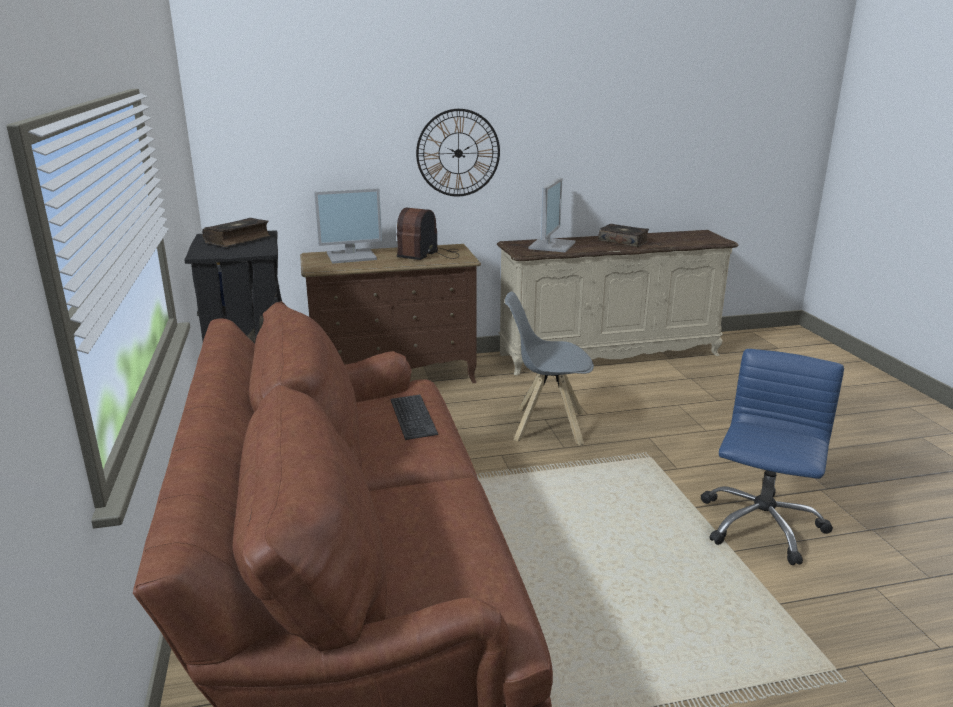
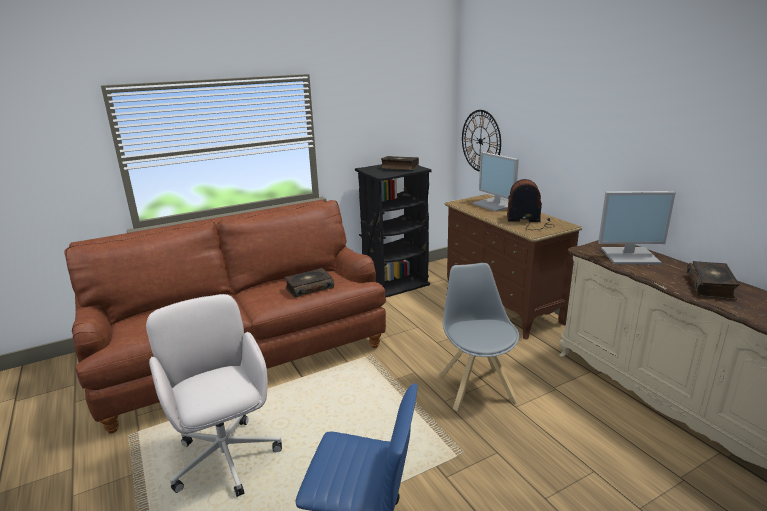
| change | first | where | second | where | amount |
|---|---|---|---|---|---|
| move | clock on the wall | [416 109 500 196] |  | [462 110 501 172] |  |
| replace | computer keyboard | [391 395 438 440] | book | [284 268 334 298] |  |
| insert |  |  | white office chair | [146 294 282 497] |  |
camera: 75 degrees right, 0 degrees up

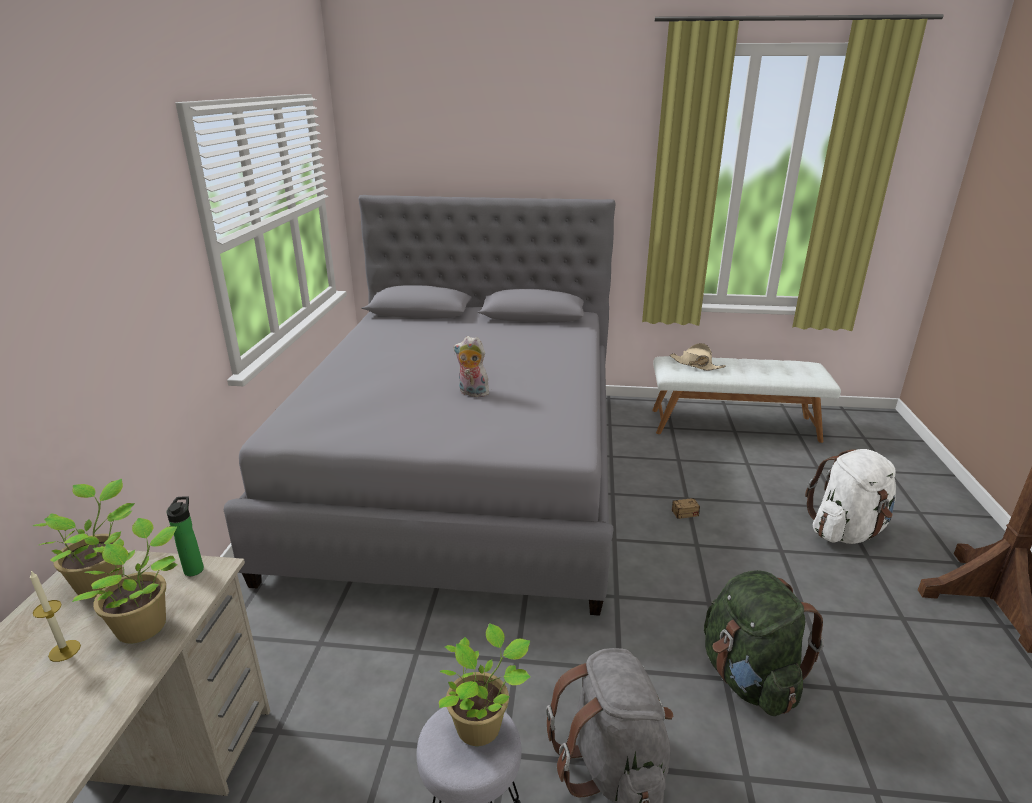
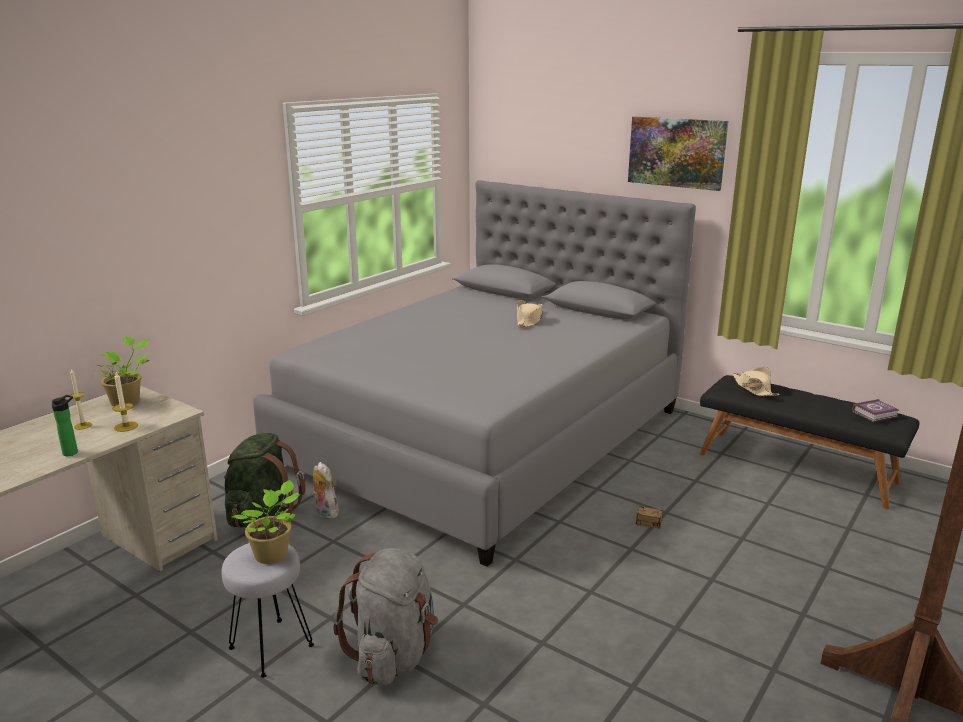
| change | first | where | second | where | amount |
|---|---|---|---|---|---|
| move | cuddly toy | [454 336 489 397] |  | [312 462 339 519] |  |
| recolor | white indoor bench | [652 356 841 443] | black indoor bench | [699 375 920 509] |  |
| delete | white rucksack | [805 449 896 544] |  |  |  |
| move | drink bottle | [166 496 204 576] |  | [52 395 78 456] |  |
| replace | plant in a pot | [72 518 178 643] | candle | [112 372 138 432] |  |
| move | greenish rucksack | [704 570 824 716] |  | [224 433 306 528] |  |
| insert |  |  | picture | [628 117 728 191] |  |
| insert |  |  | beige-coloured wearable hat | [517 300 543 327] |  |
| insert |  |  | book | [853 399 899 422] |  |
camera: 30 degrees right, 5 degrees down

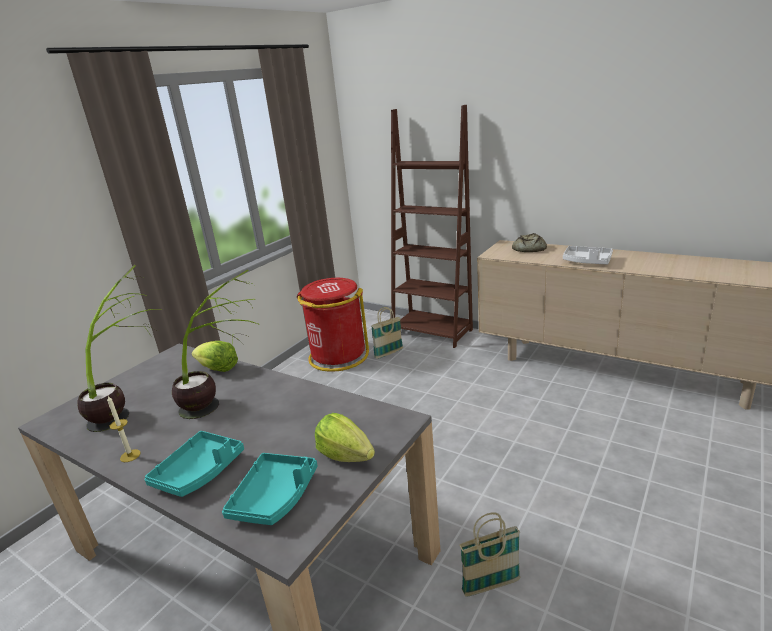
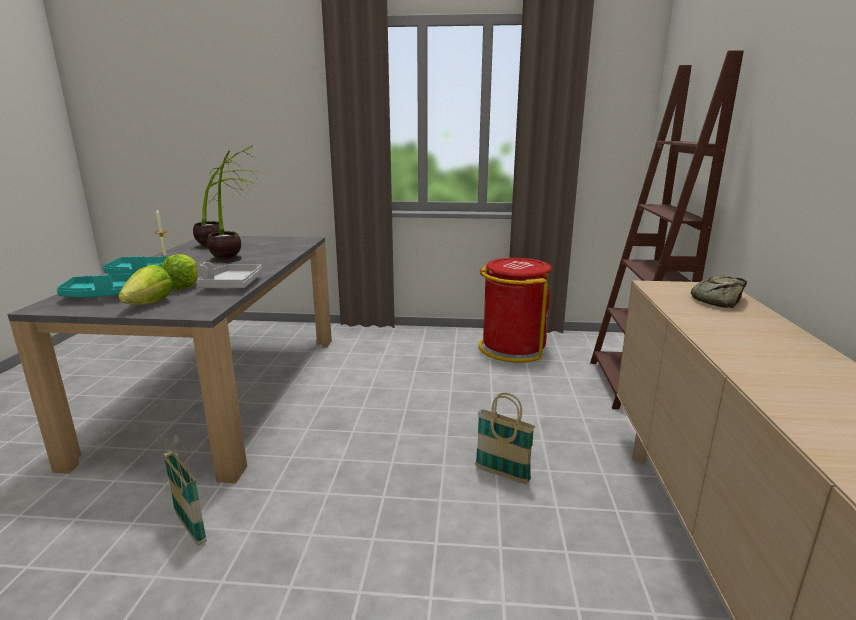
| change | first | where | second | where | amount |
|---|---|---|---|---|---|
| move | grey carrying tray | [563 246 613 265] |  | [197 262 263 289] |  |
| move | basket | [371 307 403 359] |  | [475 393 535 484] |  |
| move | lettuce | [192 341 238 372] |  | [161 254 198 290] |  |
camera: 60 degrees right, 5 degrees down

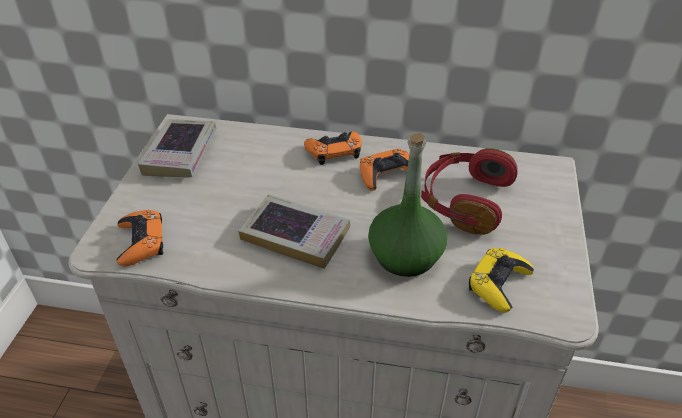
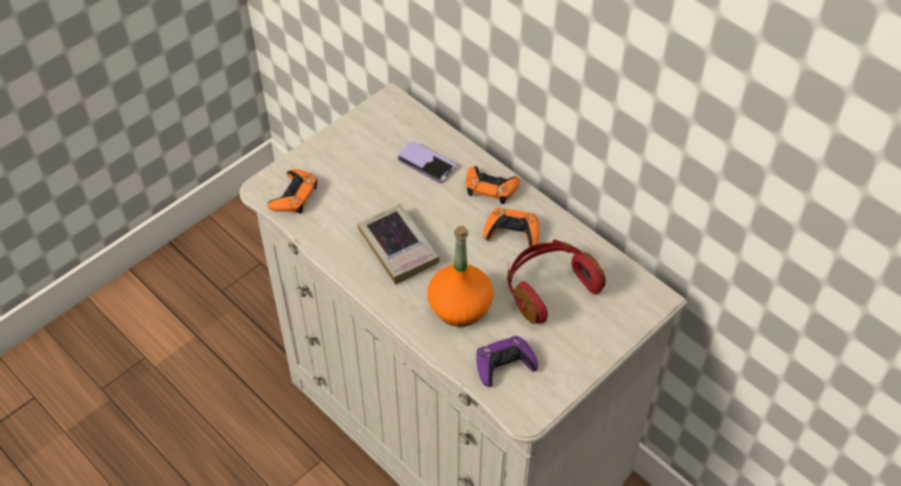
| change | first | where | second | where | amount |
|---|---|---|---|---|---|
| delete | book | [138 119 216 177] |  |  |  |
| recolor | greenish drink bottle | [368 133 447 277] | orange-coloured drink bottle | [427 226 493 327] |  |
| recolor | yellowish game controller | [469 248 534 312] | purplish game controller | [476 336 538 387] |  |
| insert |  |  | telephone | [397 141 456 183] |  |
camera: 35 degrees right, 10 degrees up

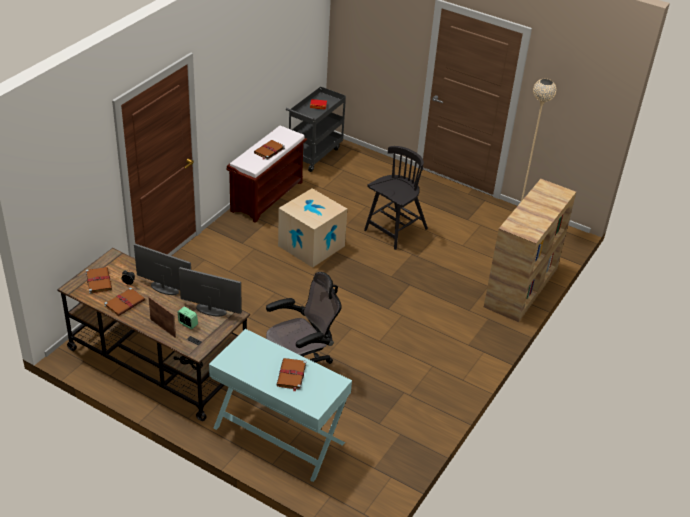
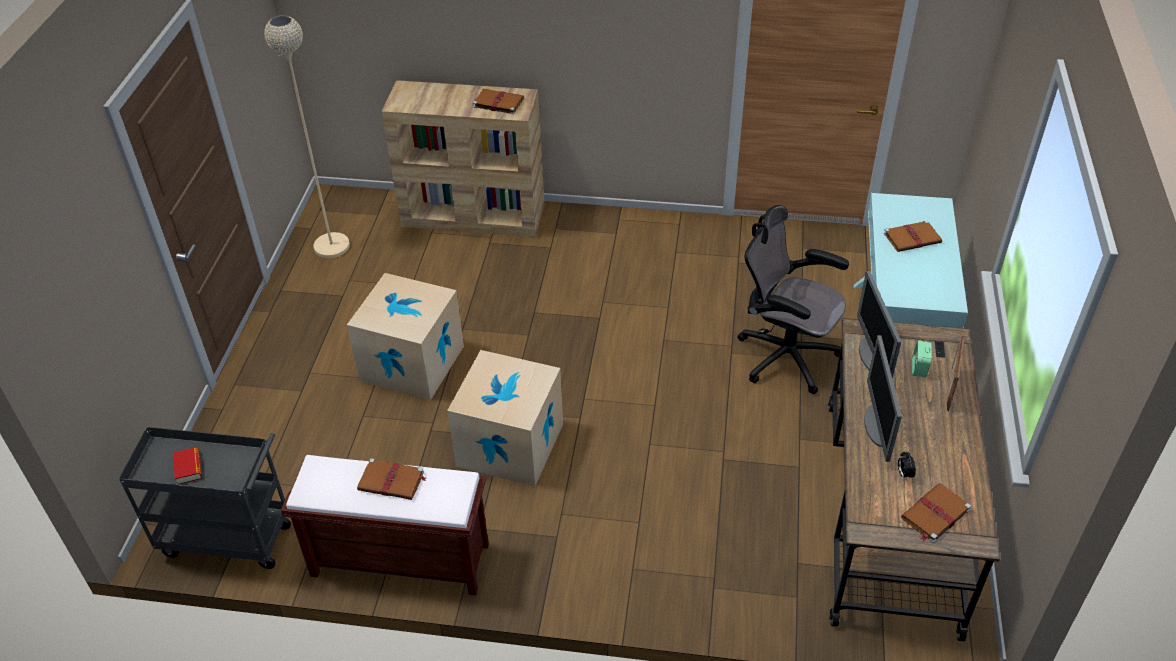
| change | first | where | second | where | amount |
|---|---|---|---|---|---|
| replace | black chair | [364 146 428 250] | cardboard box | [347 273 464 400] |  |
| move | brown-coloured book | [104 288 145 316] |  | [473 89 524 115] |  |
camera: 110 degrees left, 5 degrees up

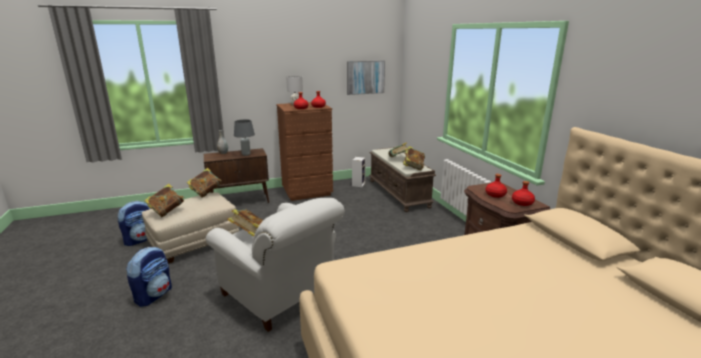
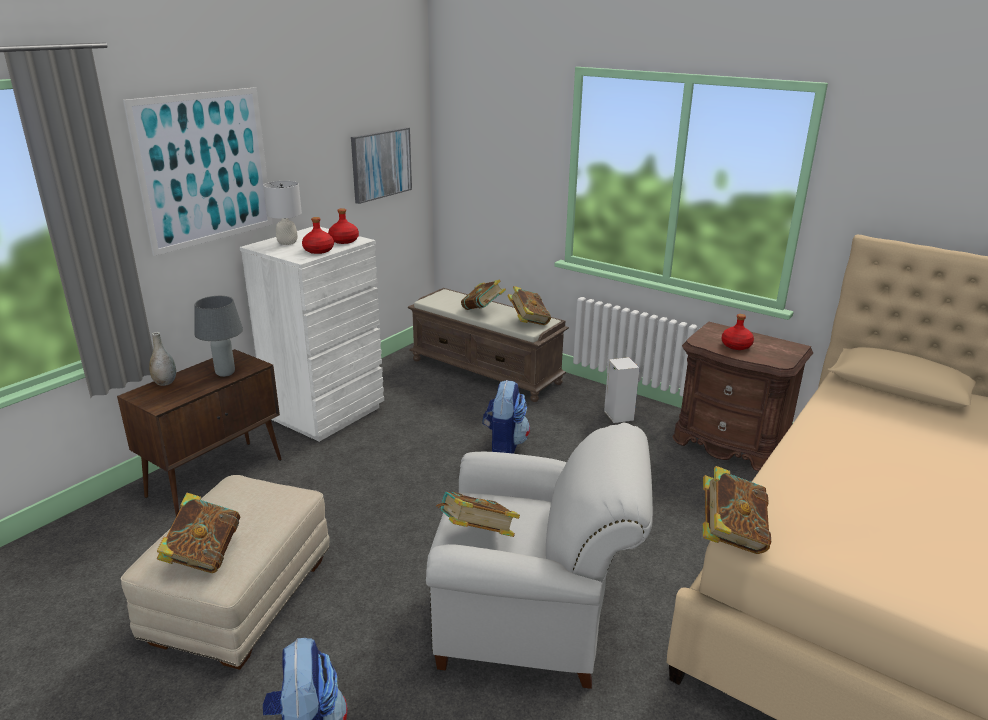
| change | first | where | second | where | amount |
|---|---|---|---|---|---|
| recolor | brown-coloured drawer chest | [277 102 333 201] | white drawer chest | [240 227 384 442] |  |
| move | loudspeaker | [352 157 366 187] |  | [604 357 640 423] |  |
| move | book | [187 168 222 198] |  | [703 466 771 554] |  |
| delete | red-coloured drink bottle | [512 181 535 206] |  |  |  |
| move | rucksack | [118 201 151 246] |  | [482 380 530 454] |  |
| insert |  |  | picture | [123 87 273 256] |  |
camera: 35 degrees left, 5 degrees up

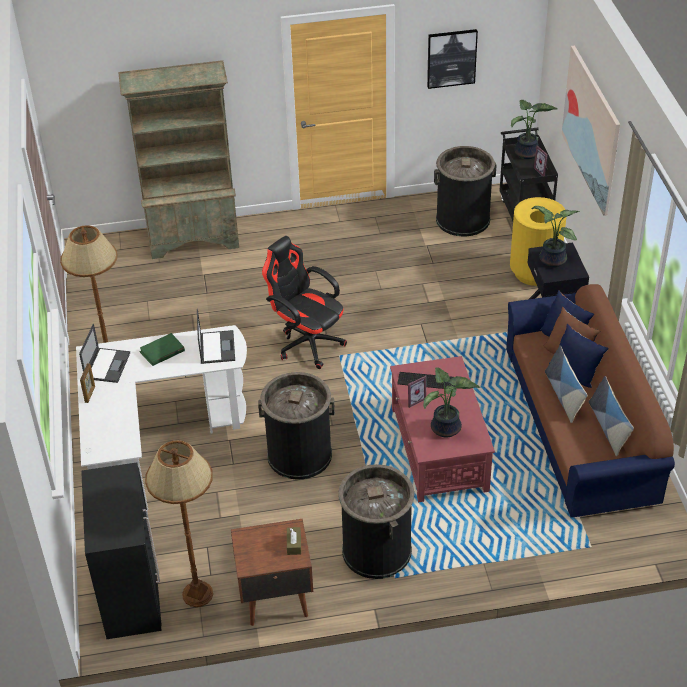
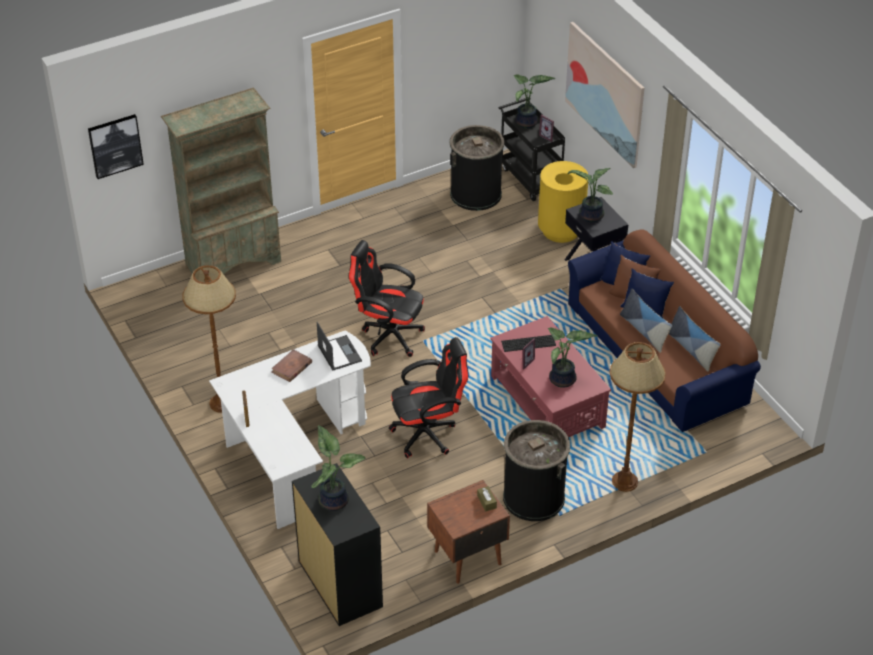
| change | first | where | second | where | amount |
|---|---|---|---|---|---|
| move | picture | [427 29 478 89] |  | [88 114 144 179] |  |
| delete | notebook computer | [79 324 130 383] |  |  |  |
| recolor | greenish book | [139 333 185 366] | brown-coloured book | [271 349 312 382] |  |
| replace | black trash can | [258 372 335 480] | black office chair | [389 337 468 458] |  |
| move | brown-coloured standard lamp | [145 440 213 607] |  | [609 342 666 492] |  |
| insert |  |  | plant in a pot | [311 425 365 511] |  |
camera: 20 degrees left, 0 degrees up

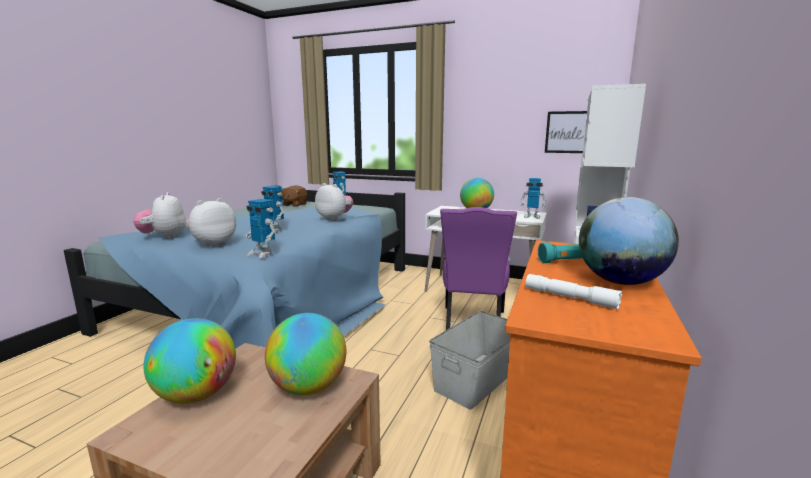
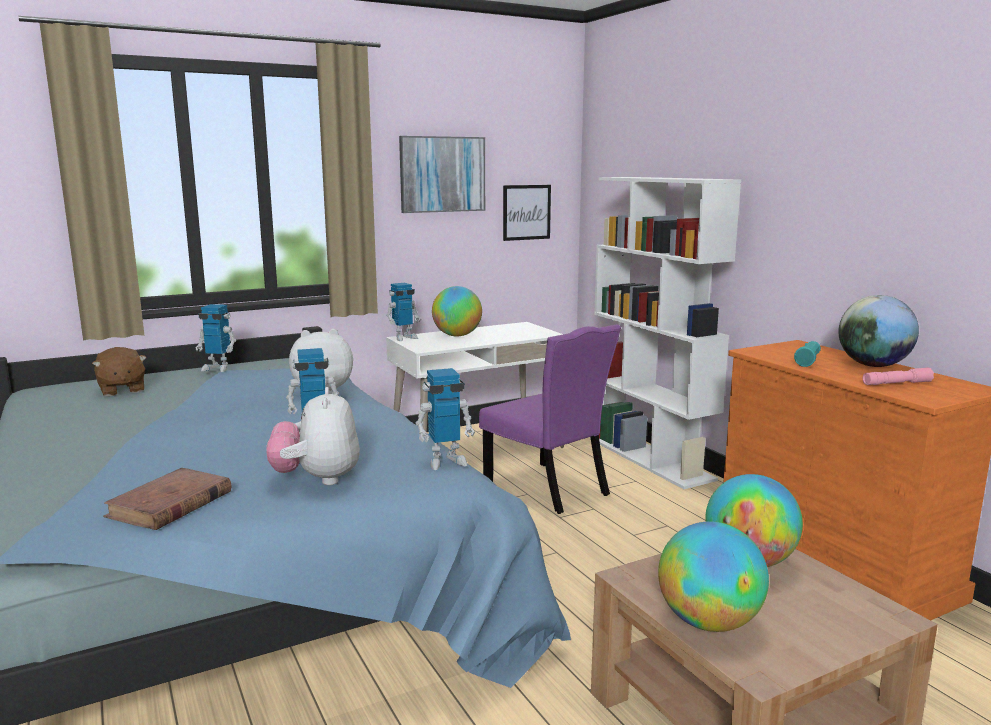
| change | first | where | second | where | amount |
|---|---|---|---|---|---|
| move | model robot | [521 178 546 219] |  | [386 283 421 341] |  |
| replace | cuddly toy | [133 192 186 239] | brown-coloured book | [103 468 231 530] |  |
| recolor | white hand torch | [526 274 622 310] | pinkish hand torch | [863 367 934 385] |  |
| delete | grey storage bin | [429 311 510 410] |  |  |  |
| insert |  |  | picture | [399 136 485 213] |  |
camera: 50 degrees left, 0 degrees up

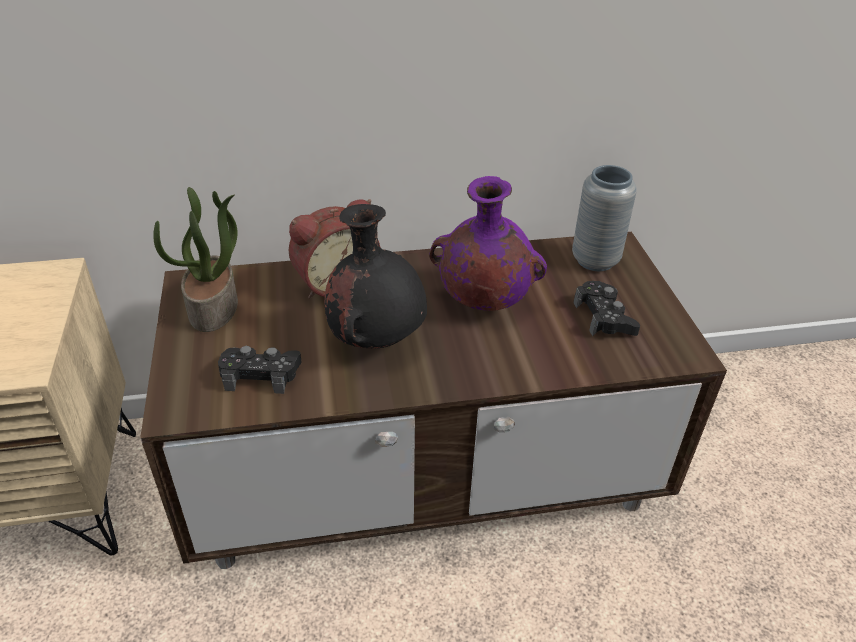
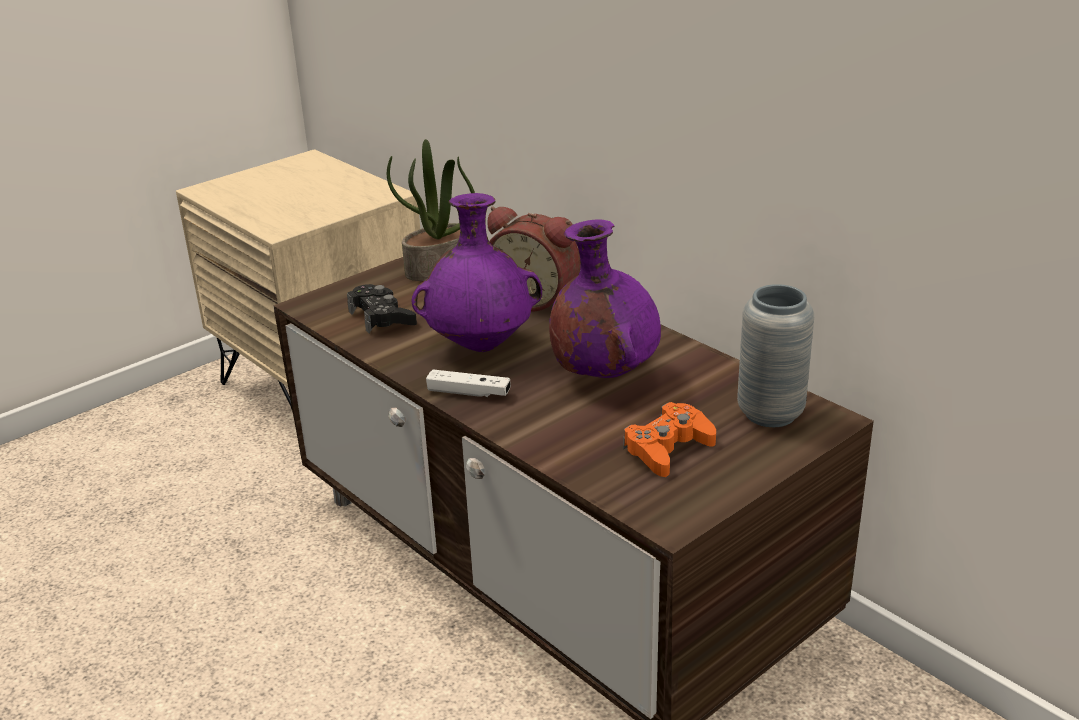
| change | first | where | second | where | amount |
|---|---|---|---|---|---|
| recolor | black flower vase | [324 204 427 349] | purplish flower vase | [412 193 542 352] |  |
| recolor | black game controller | [573 281 640 336] | orange-coloured game controller | [623 402 716 477] |  |
| insert |  |  | white game controller | [426 369 511 397] |  |
camera: 60 degrees right, 10 degrees down

